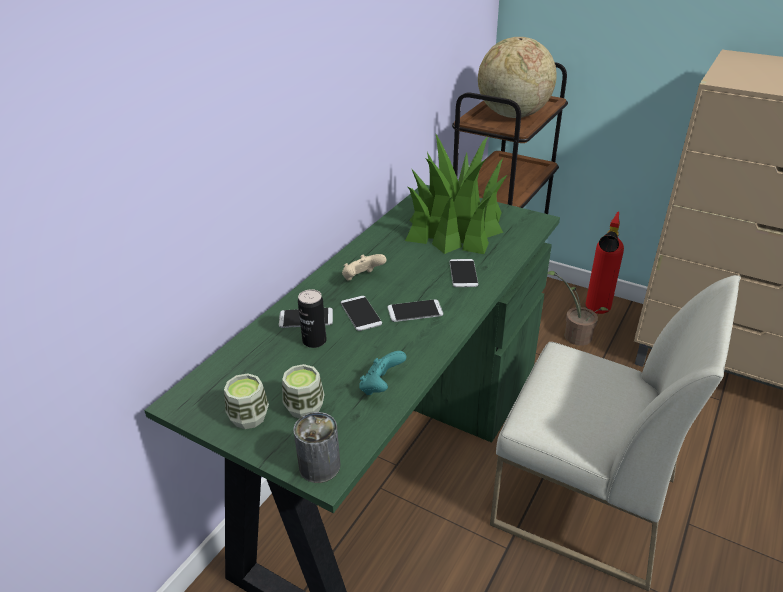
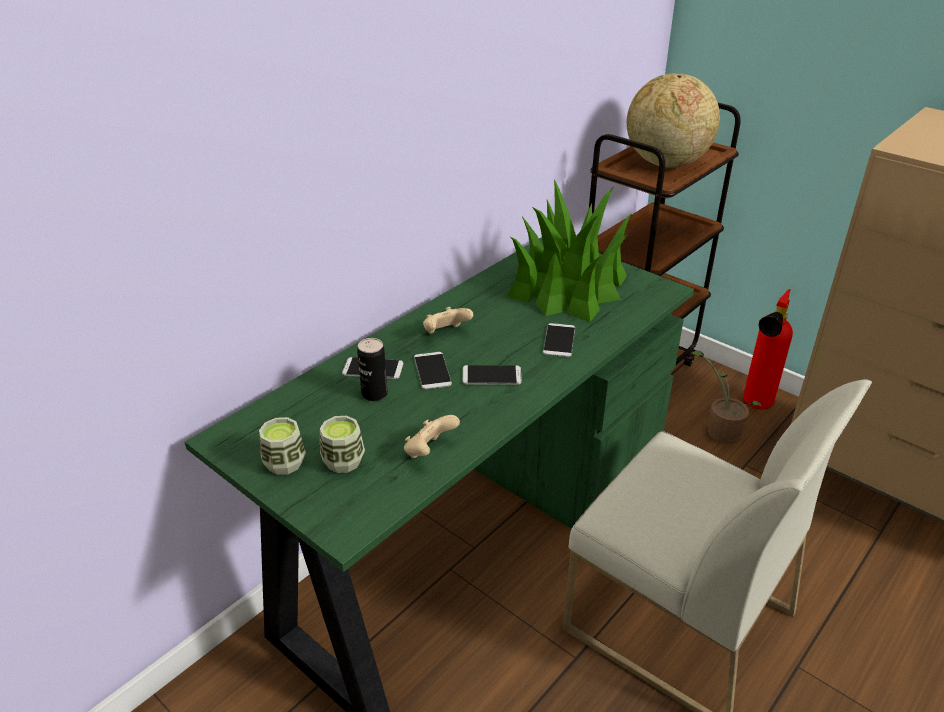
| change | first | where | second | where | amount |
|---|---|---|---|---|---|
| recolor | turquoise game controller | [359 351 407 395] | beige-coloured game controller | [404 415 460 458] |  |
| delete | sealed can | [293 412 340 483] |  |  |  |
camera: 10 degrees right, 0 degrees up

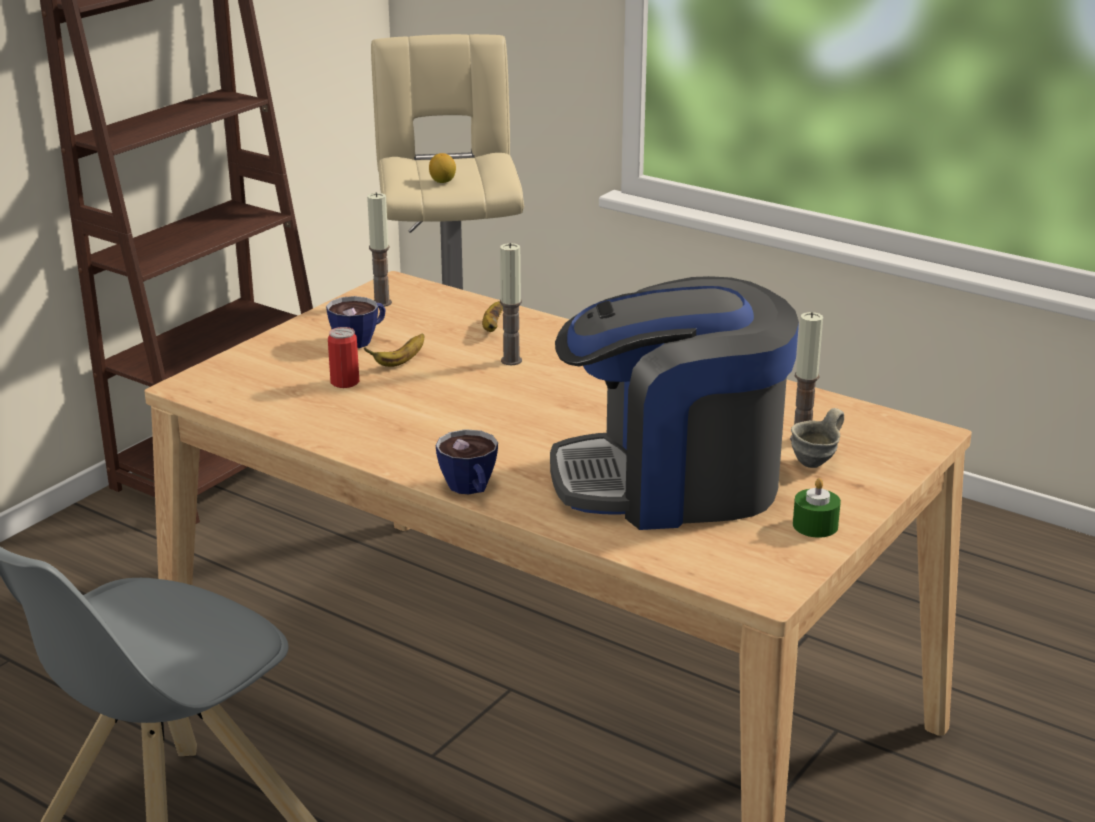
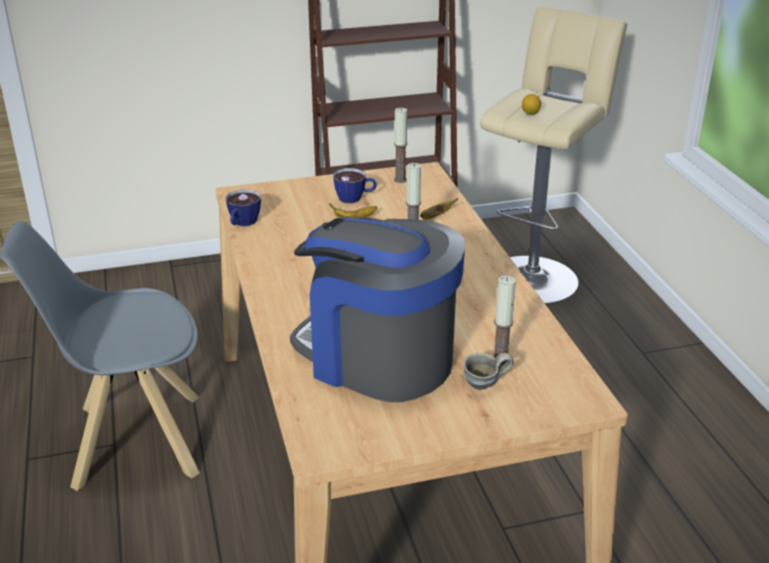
| change | first | where | second | where | amount |
|---|---|---|---|---|---|
| delete | sealed can | [328 327 359 388] |  |  |  |
| move | cup | [436 429 498 494] |  | [226 189 261 226] |  |
| delete | greenish candle | [793 478 841 537] |  |  |  |
camera: 40 degrees right, 5 degrees up

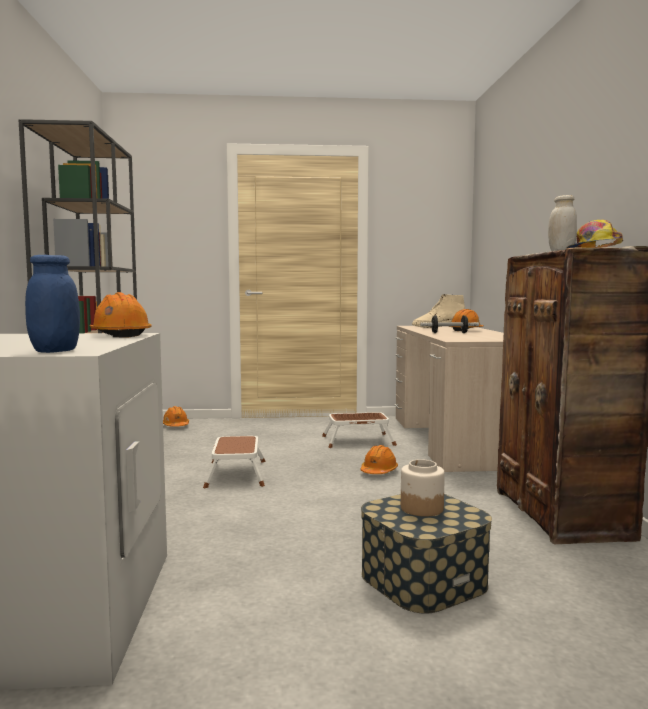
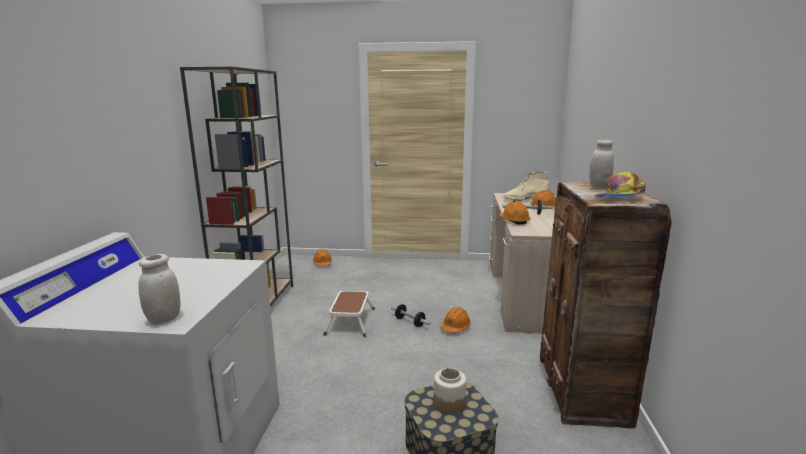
| change | first | where | second | where | amount |
|---|---|---|---|---|---|
| recolor | bluish preserve jar | [25 255 80 353] | white preserve jar | [138 254 181 325] |  |
| move | orange-coloured hard hat | [90 292 151 338] |  | [499 202 530 224] |  |
| delete | brown-coloured step ladder | [322 412 397 448] |  |  |  |
| insert |  |  | hand weight | [391 304 430 327] |  |
camera: 10 degrees right, 10 degrees up

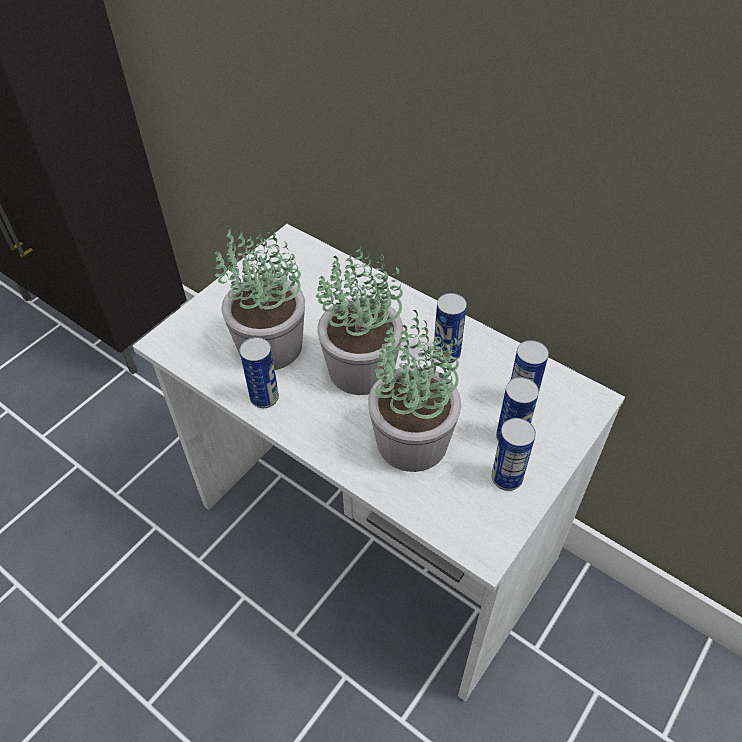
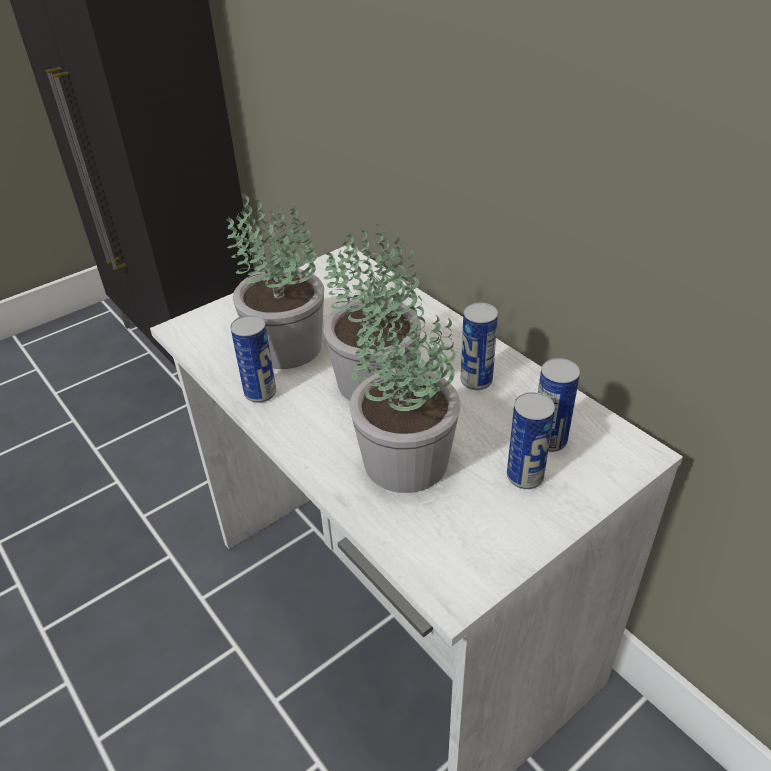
| change | first | where | second | where | amount |
|---|---|---|---|---|---|
| delete | sealed can | [491 418 536 491] |  |  |  |
camera: 15 degrees right, 10 degrees down

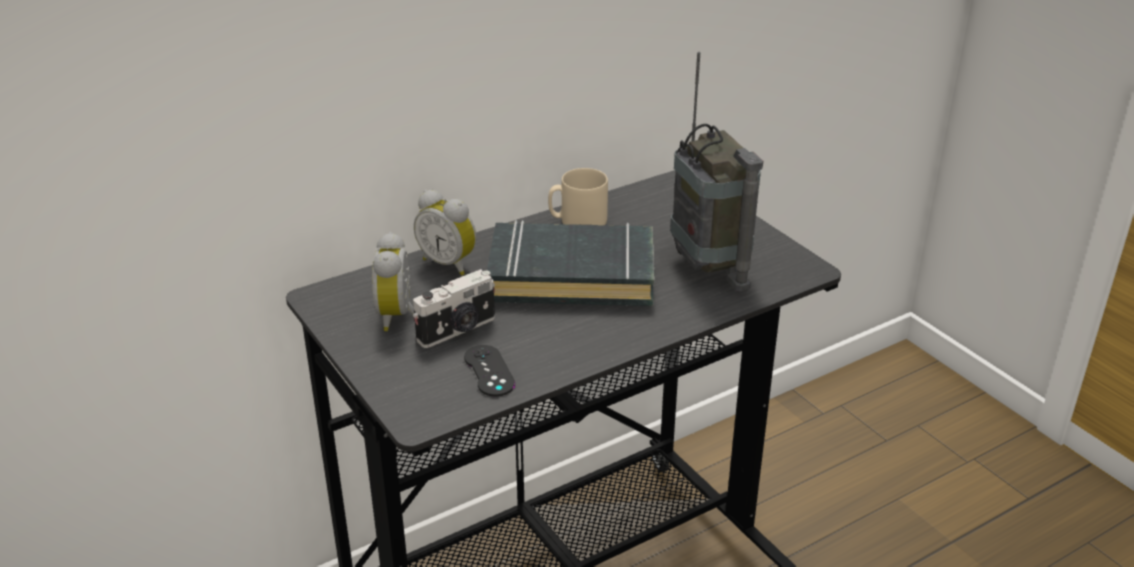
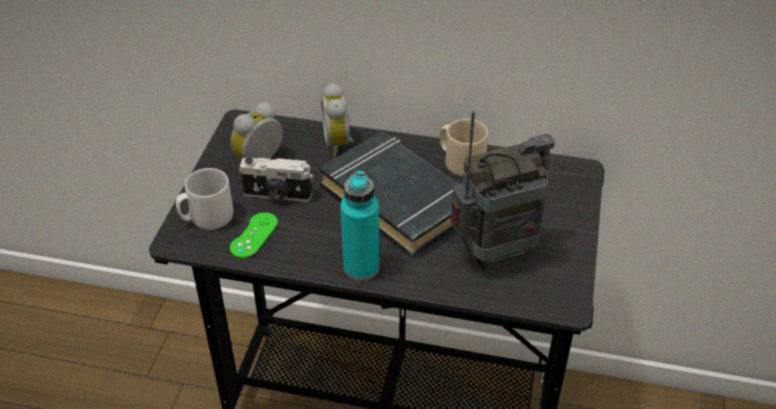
| change | first | where | second | where | amount |
|---|---|---|---|---|---|
| rotate | radio | [670 52 763 292] |  | [450 111 555 270] | 135 degrees counterclockwise |
| recolor | black game controller | [464 345 515 397] | greenish game controller | [230 212 278 258] |  |
| insert |  |  | grey tea mug | [176 168 233 230] |  |
| insert |  |  | turquoise drink bottle | [340 171 380 281] |  |
camera: 45 degrees right, 10 degrees up

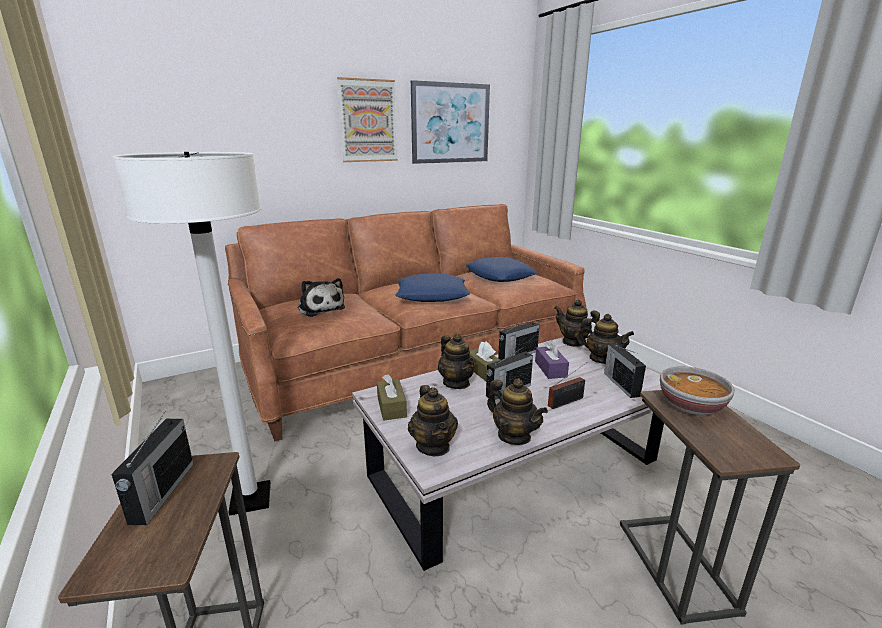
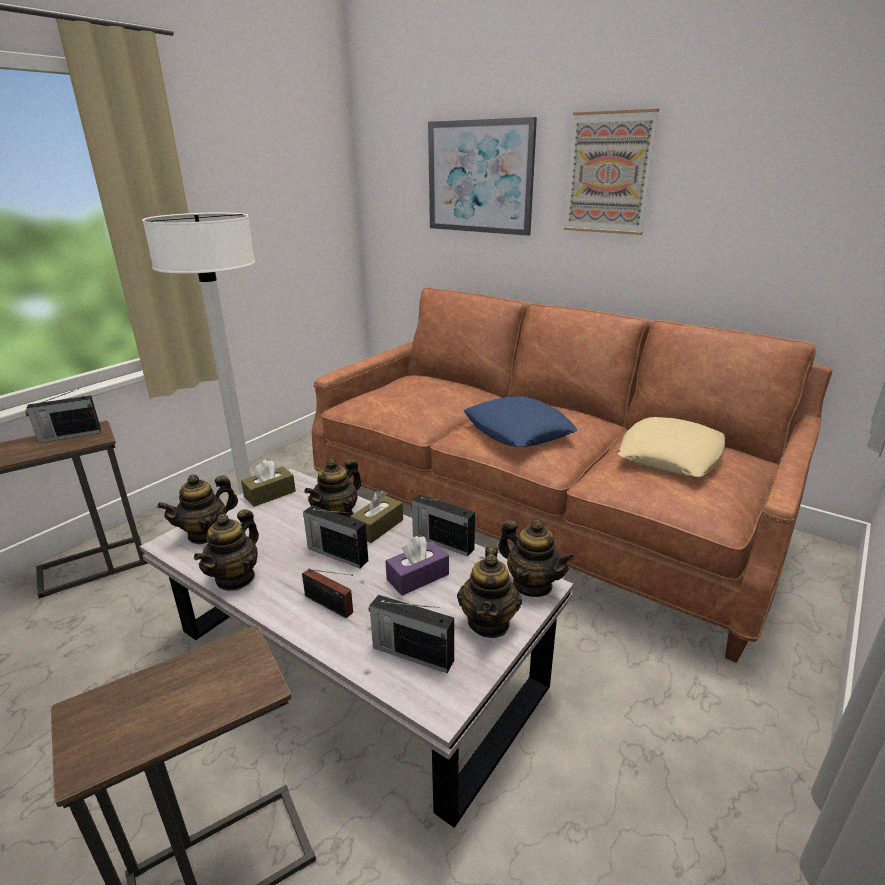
| change | first | where | second | where | amount |
|---|---|---|---|---|---|
| move | picture | [411 80 490 164] |  | [428 117 537 236] |  |
| recolor | bluish throw pillow | [466 257 537 282] | beige-coloured throw pillow | [618 417 725 477] |  |
| delete | cuddly toy | [298 278 345 317] |  |  |  |
| rotate | teapot | [555 299 600 347] |  | [498 520 574 597] | 120 degrees clockwise |
| rotate | radio | [604 343 646 398] |  | [369 595 454 673] | 120 degrees counterclockwise |
| delete | deep dish | [660 366 735 415] |  |  |  |
camera: 65 degrees right, 5 degrees up

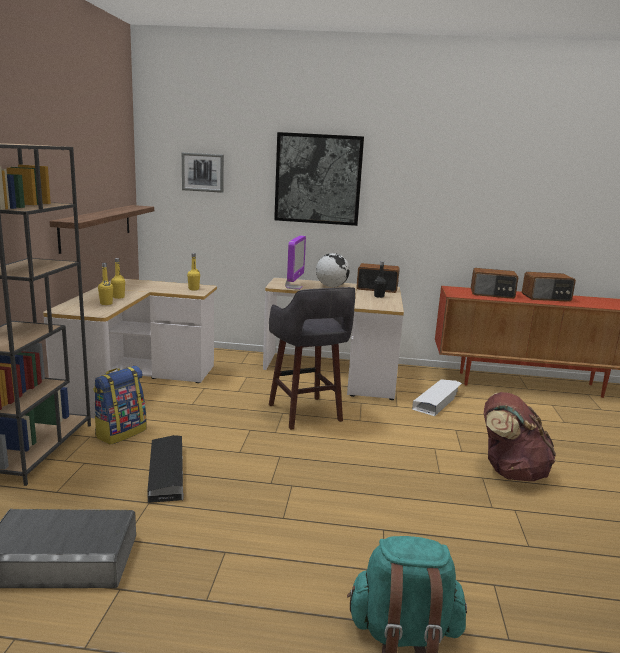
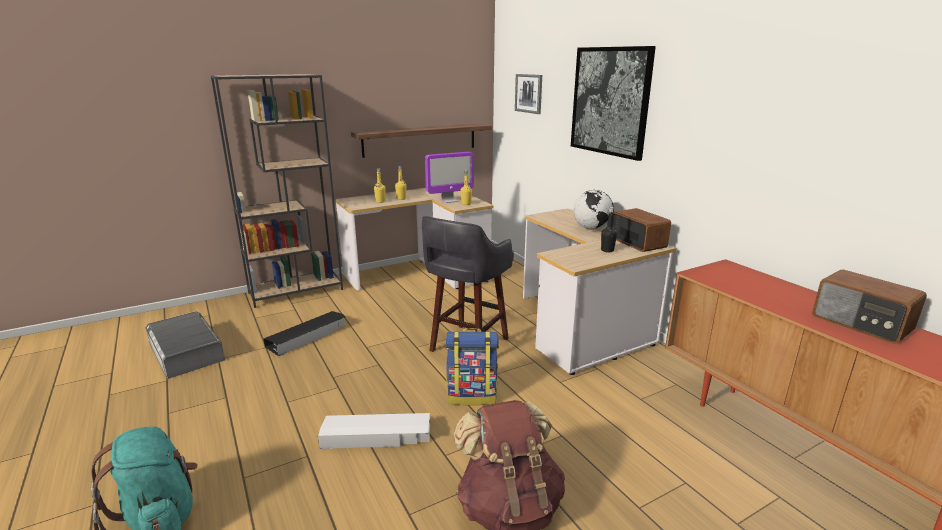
| change | first | where | second | where | amount |
|---|---|---|---|---|---|
| move | computer display | [285 235 306 290] |  | [425 152 474 203] |  |
| delete | radio | [471 268 518 299] |  |  |  |
| move | rucksack | [93 366 147 445] |  | [445 328 499 405] |  |
| move | white storage bin | [412 379 462 416] |  | [318 413 430 449] |  |
camera: 55 degrees right, 5 degrees up

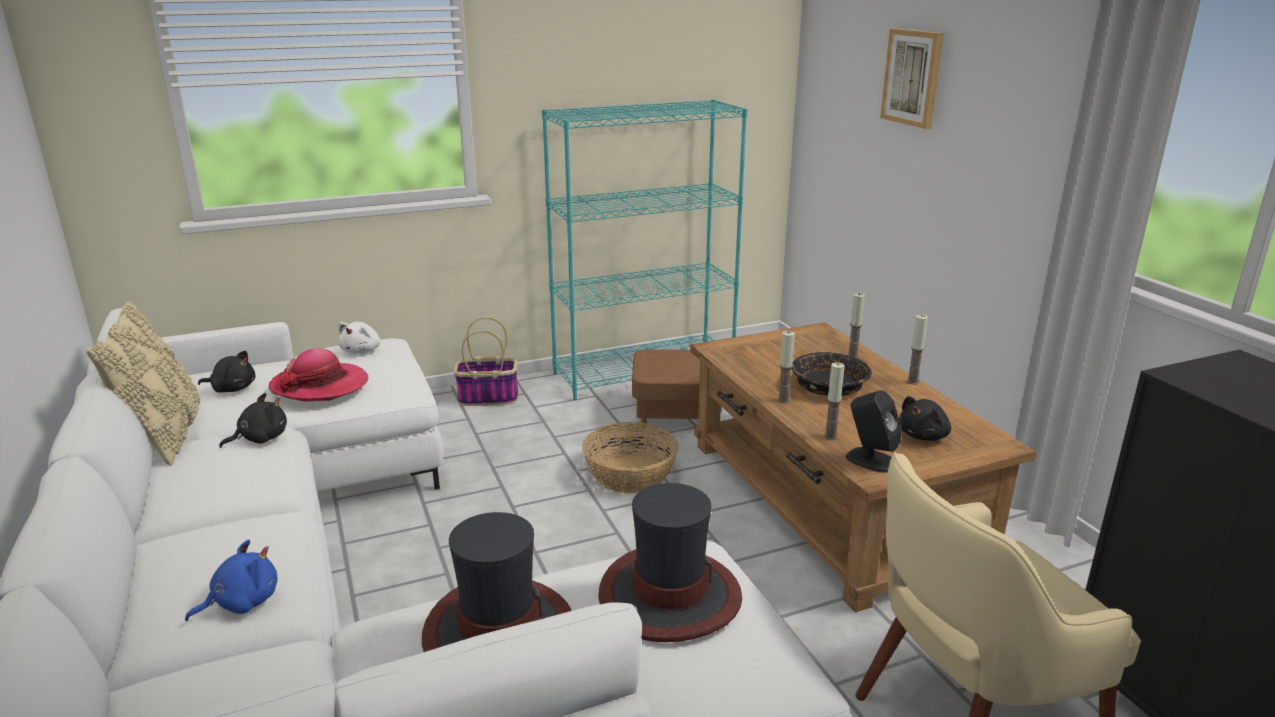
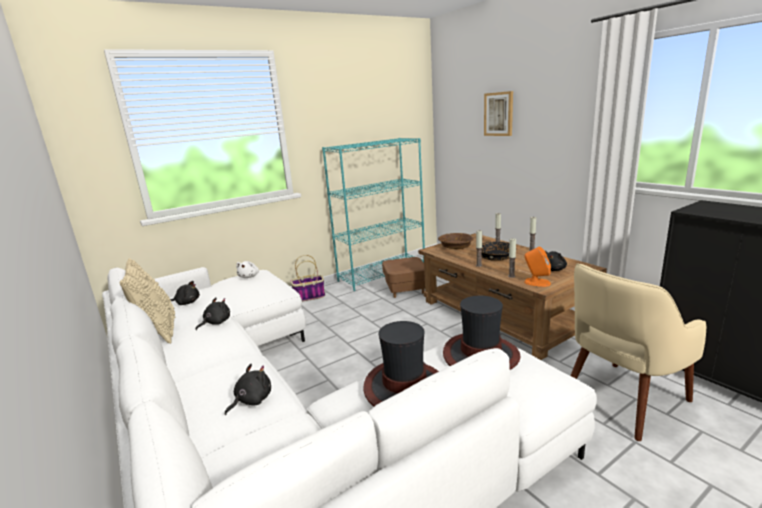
| change | first | where | second | where | amount |
|---|---|---|---|---|---|
| delete | wearable hat | [269 348 368 401] |  |  |  |
| recolor | black loudspeaker | [846 390 902 473] | orange-coloured loudspeaker | [524 247 551 287] |  |
| delete | basket | [582 422 678 493] |  |  |  |
| recolor | bluish cuddly toy | [185 539 278 621] | black cuddly toy | [224 364 271 415] |  |
| insert |  |  | brown-coloured deep dish | [438 233 474 249] |  |
camera: 10 degrees left, 5 degrees down

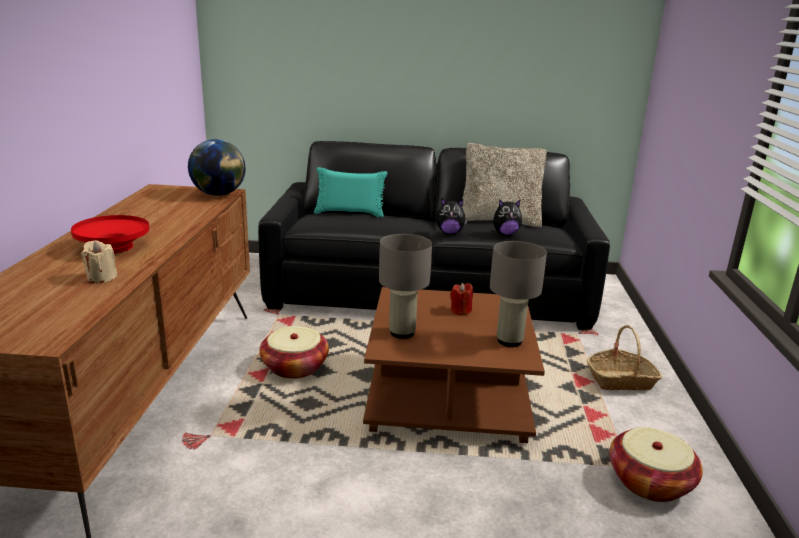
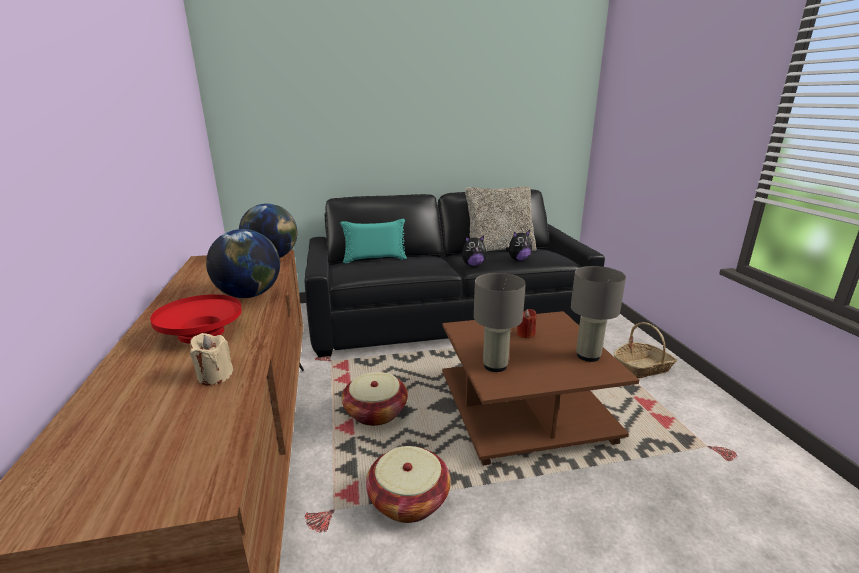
| change | first | where | second | where | amount |
|---|---|---|---|---|---|
| move | basket | [609 427 703 502] |  | [366 446 451 523] |  |
| insert |  |  | desk globe | [206 229 280 298] |  |
camera: 15 degrees left, 0 degrees up

